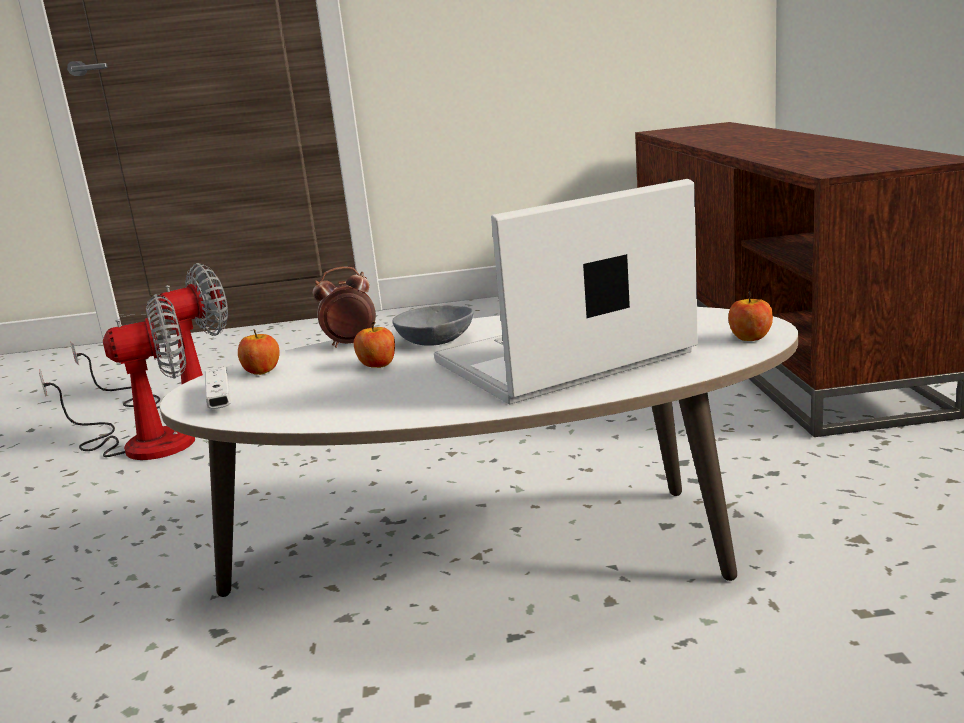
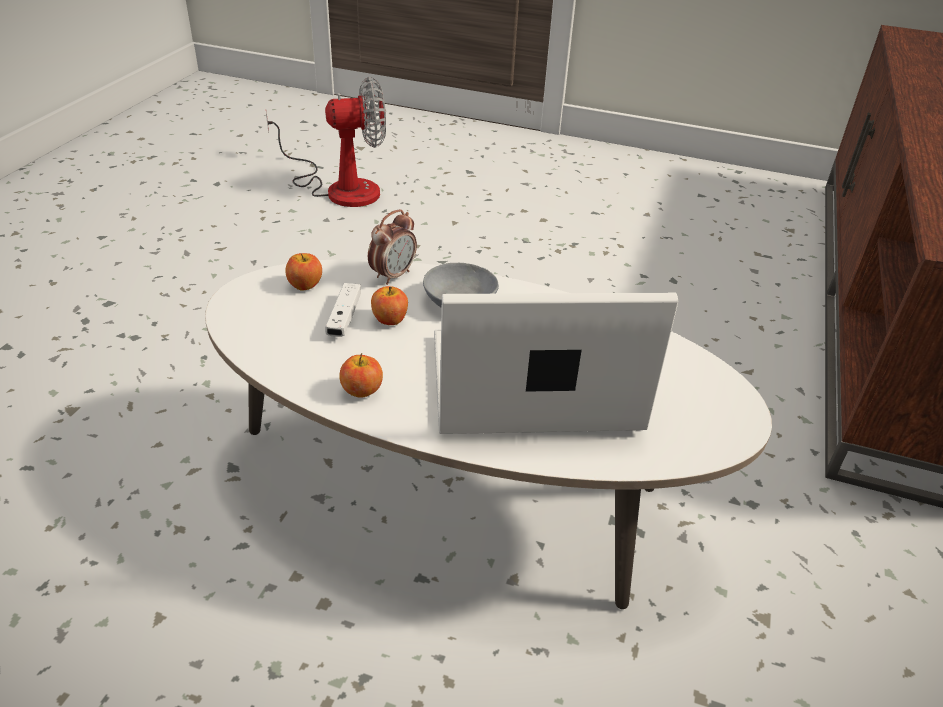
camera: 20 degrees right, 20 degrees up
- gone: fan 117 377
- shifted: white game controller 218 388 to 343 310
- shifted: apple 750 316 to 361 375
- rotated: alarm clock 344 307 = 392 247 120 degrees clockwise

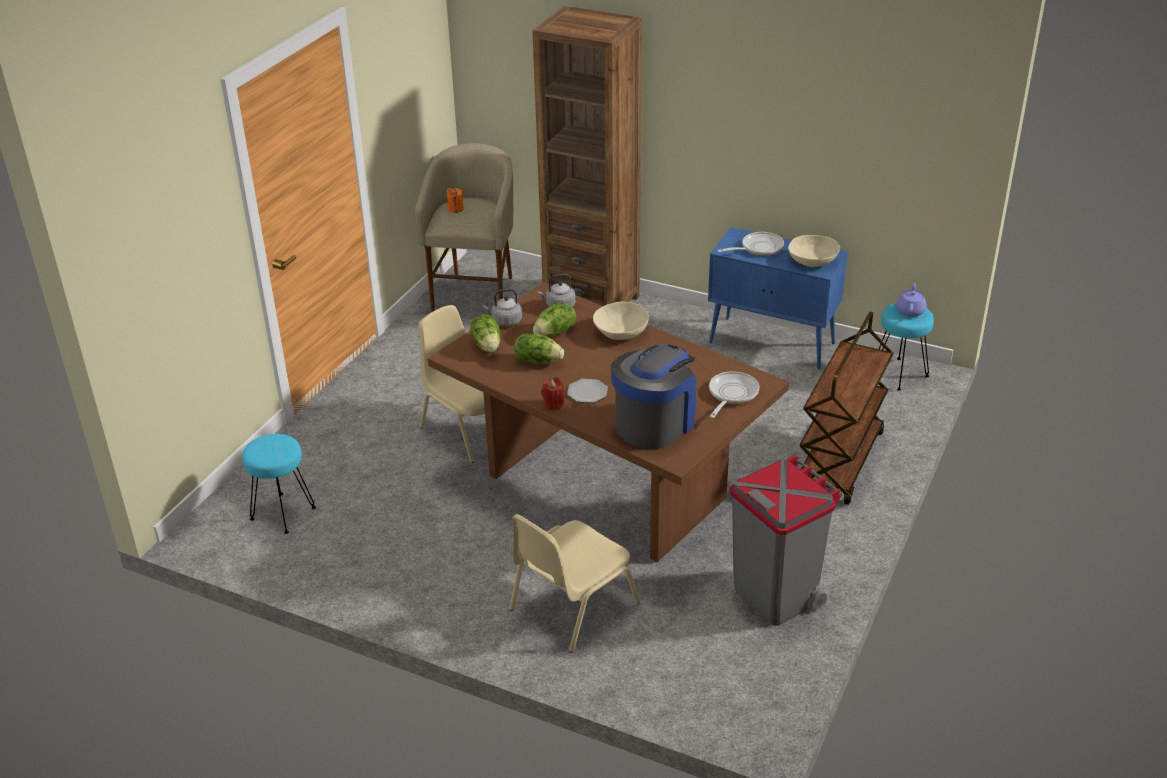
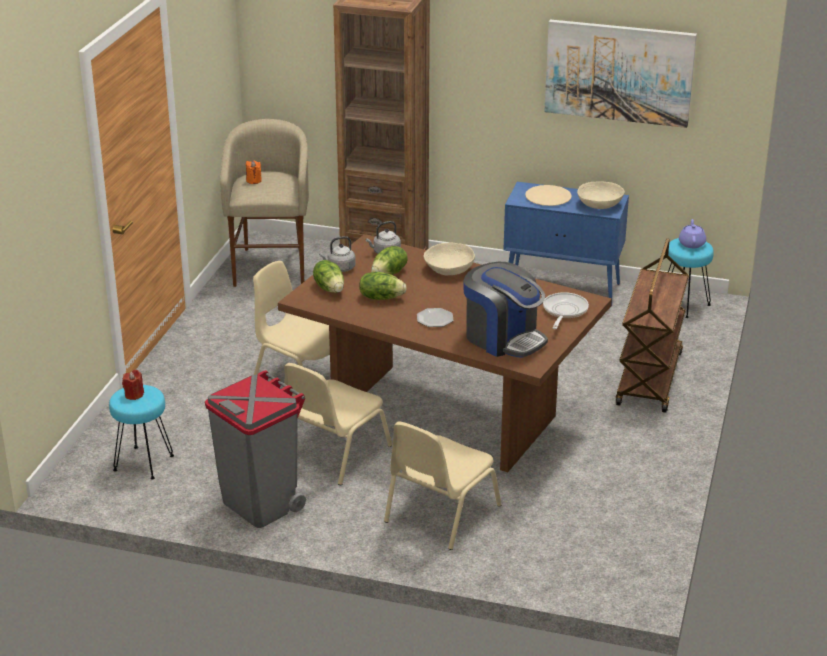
camera: 10 degrees left, 5 degrees down
- new: beige chair 338 424
- new: picture 620 73
- shifted: red candle 552 394 to 133 385
- shifted: grey trash can 786 540 to 255 449
- swapped: frying pan 750 244 to beige plate 548 195
- rotated: coffee machine 654 396 = 505 310 105 degrees clockwise

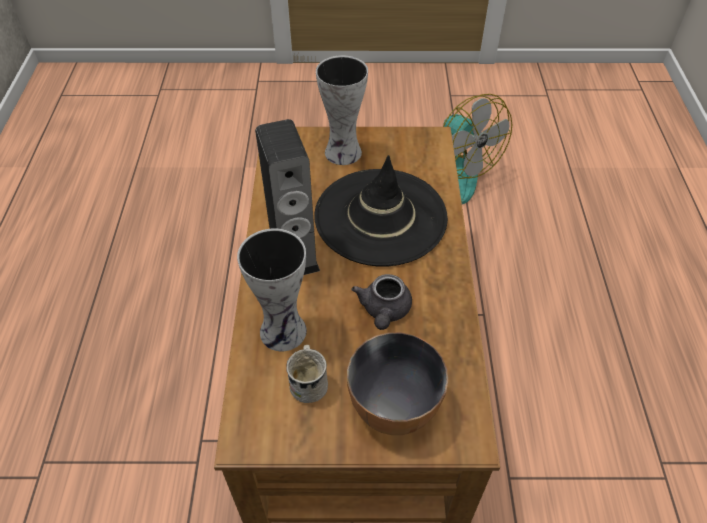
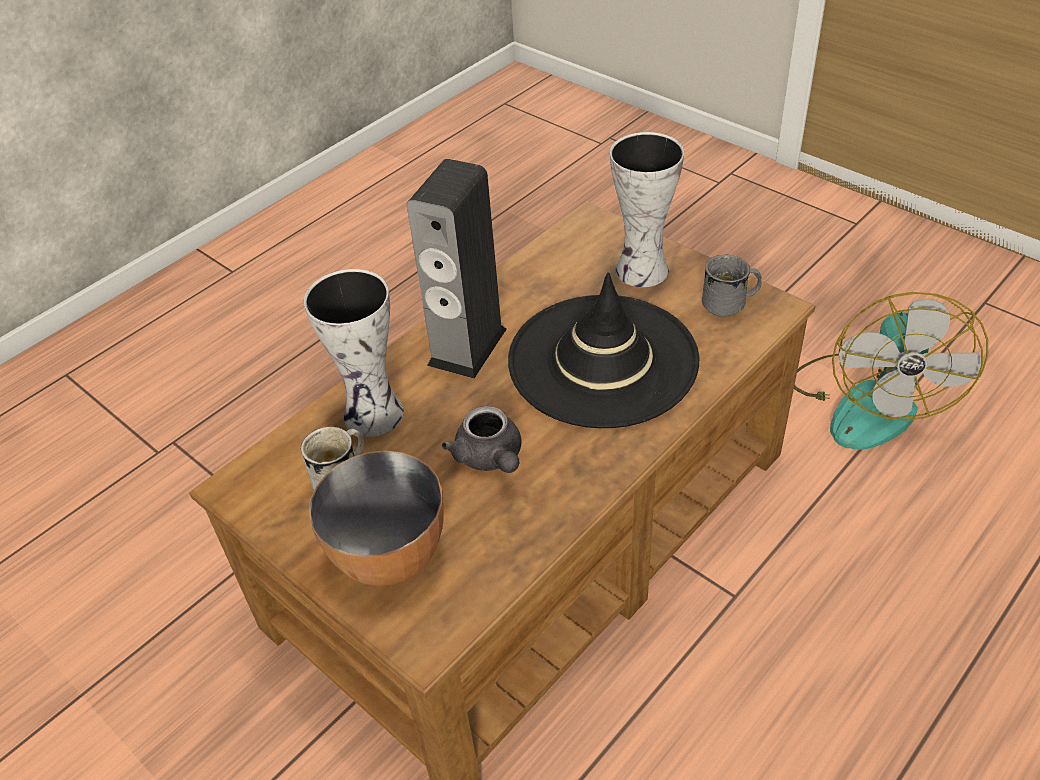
camera: 45 degrees right, 5 degrees down
- new: grey mug 732 285
- rotated: grey teapot 382 302 = 481 439 75 degrees counterclockwise

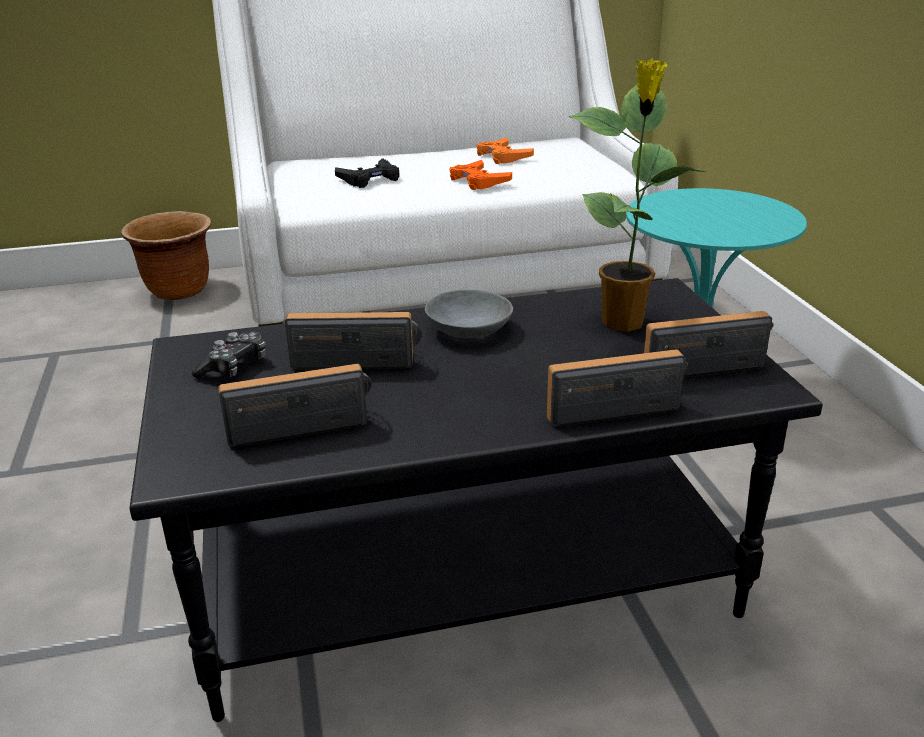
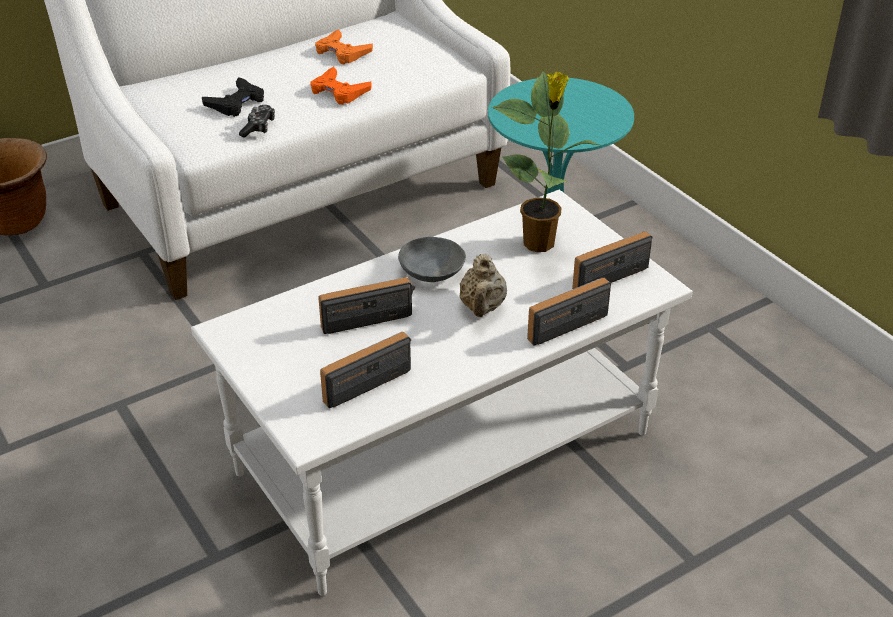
camera: 20 degrees left, 10 degrees up
- new: beige teapot 483 285
- shifted: game controller 229 355 to 257 121
- repainted: black coffee table 476 500 to white coffee table 442 393

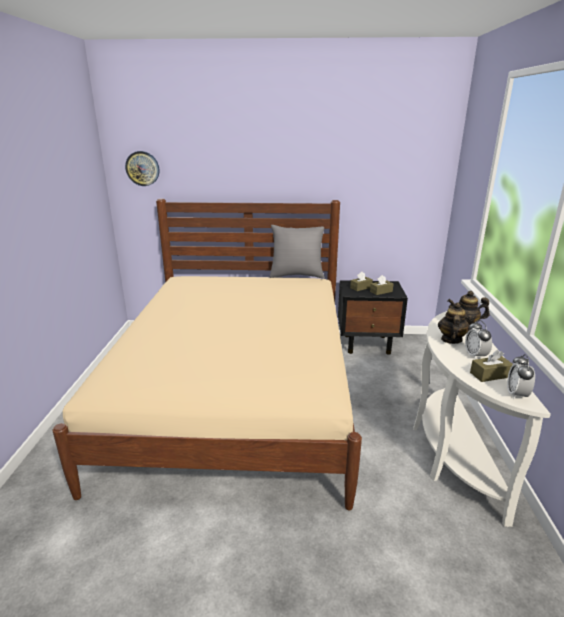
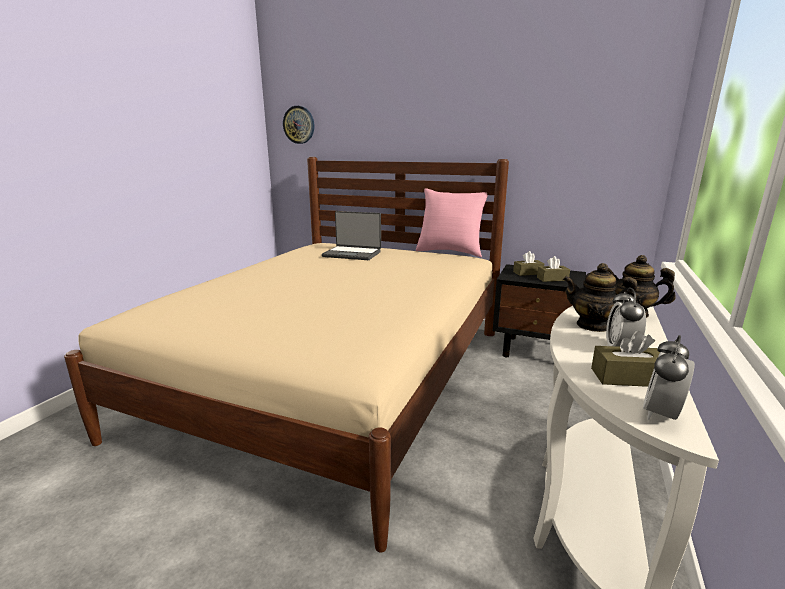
camera: 20 degrees right, 5 degrees down
- new: laptop 351 235
- repainted: grey pillow 297 252 to pink pillow 452 222
- rotated: teapot 454 323 = 600 297 105 degrees counterclockwise

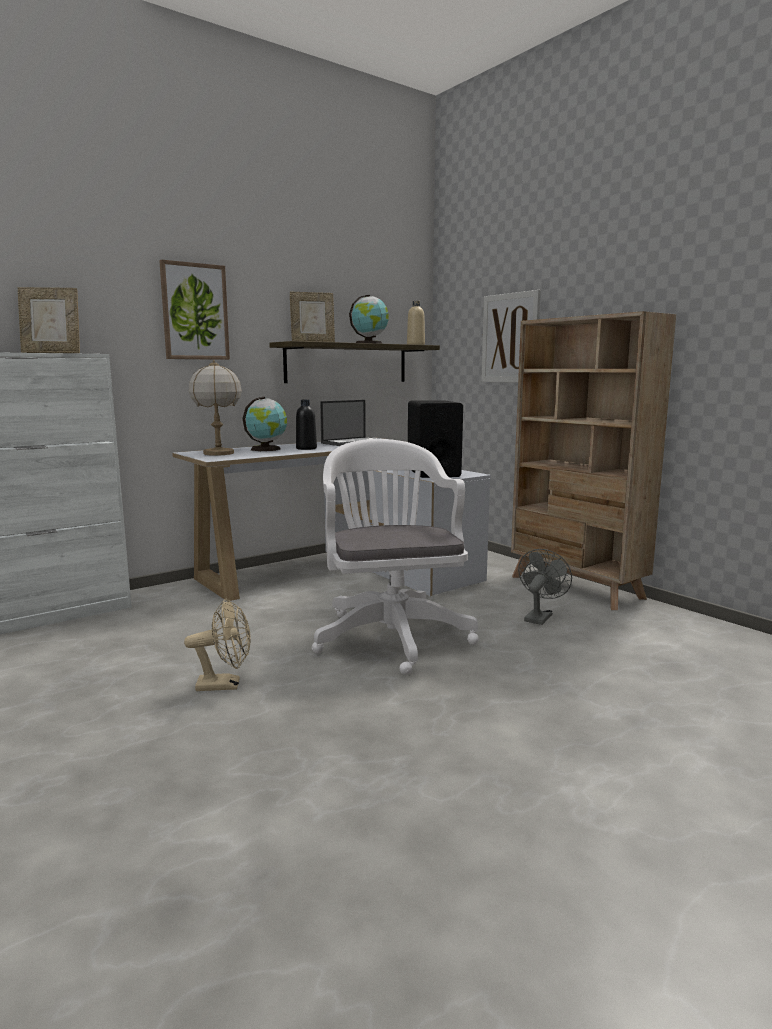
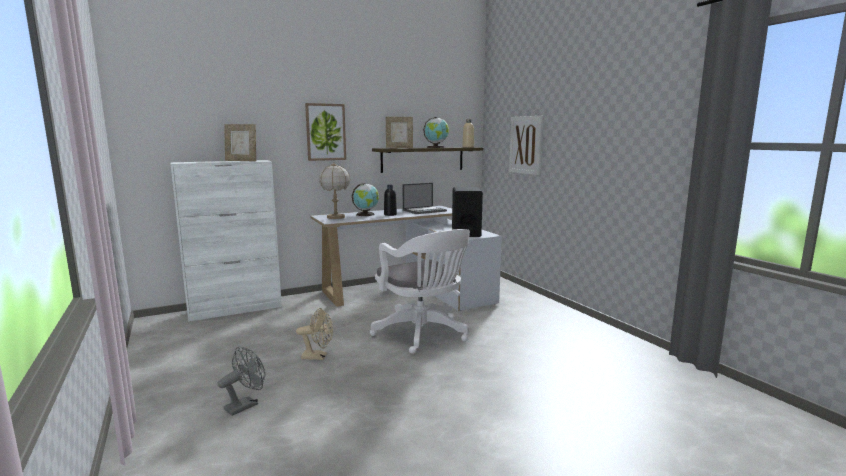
camera: 10 degrees right, 0 degrees up
- gone: beige bookcase 593 460
- shifted: grey fan 545 587 to 241 381
- rotated: white office chair 395 557 = 420 291 150 degrees clockwise

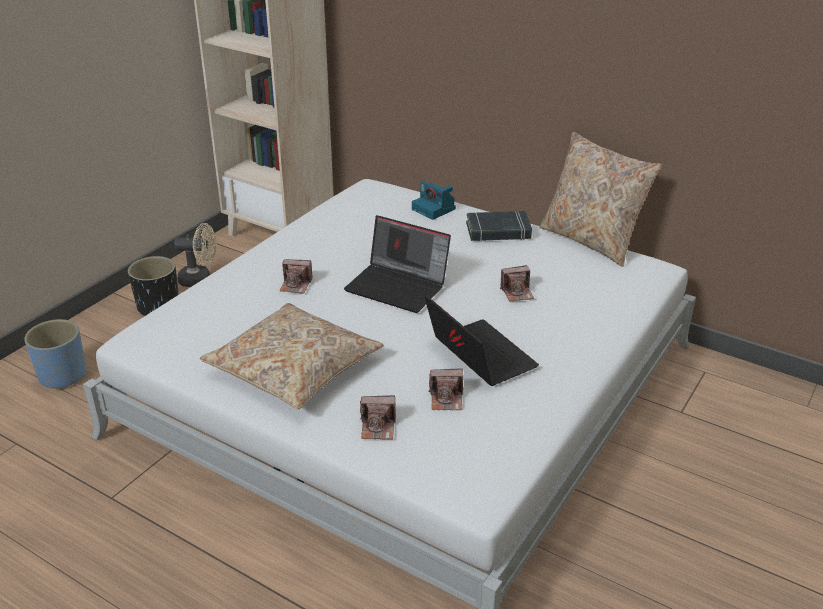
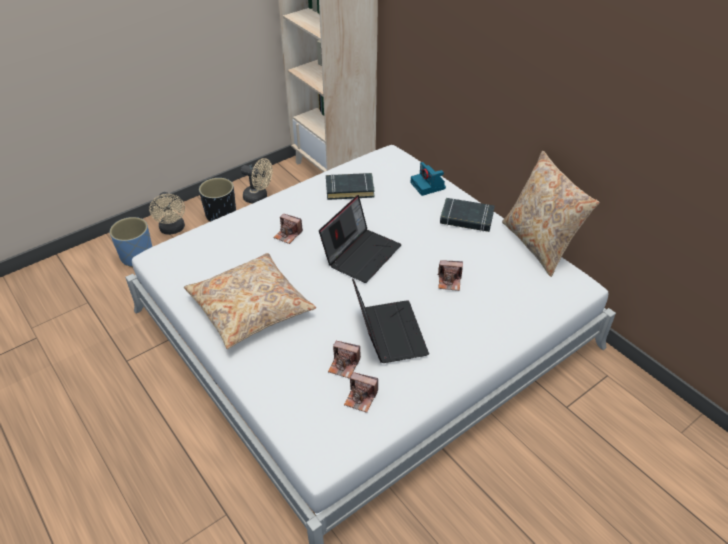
camera: 20 degrees right, 10 degrees up
- new: beige fan 167 213
- new: black book 350 186
- shifted: photo camera 378 417 to 361 392
- rotated: laptop 397 264 = 360 239 105 degrees counterclockwise

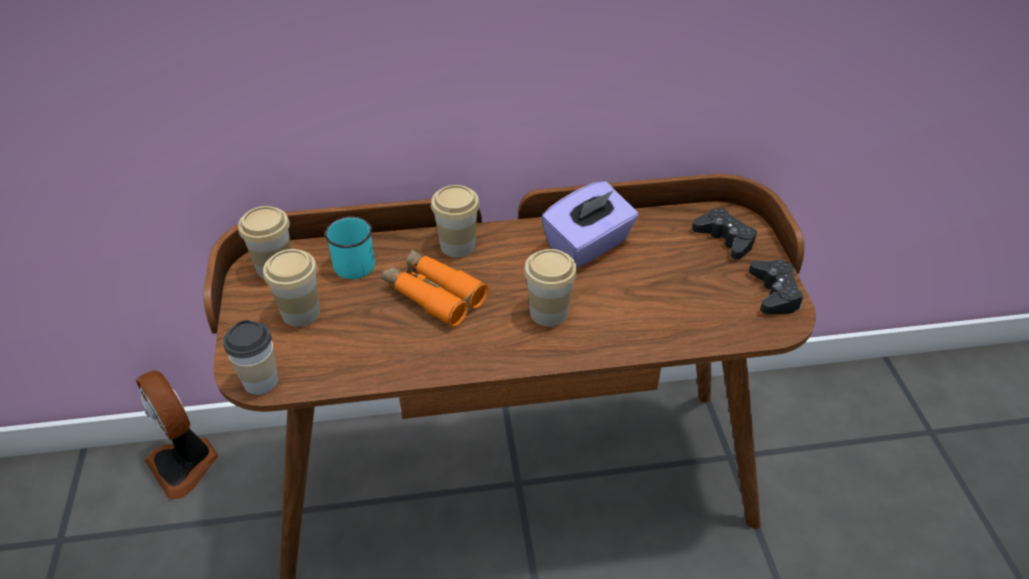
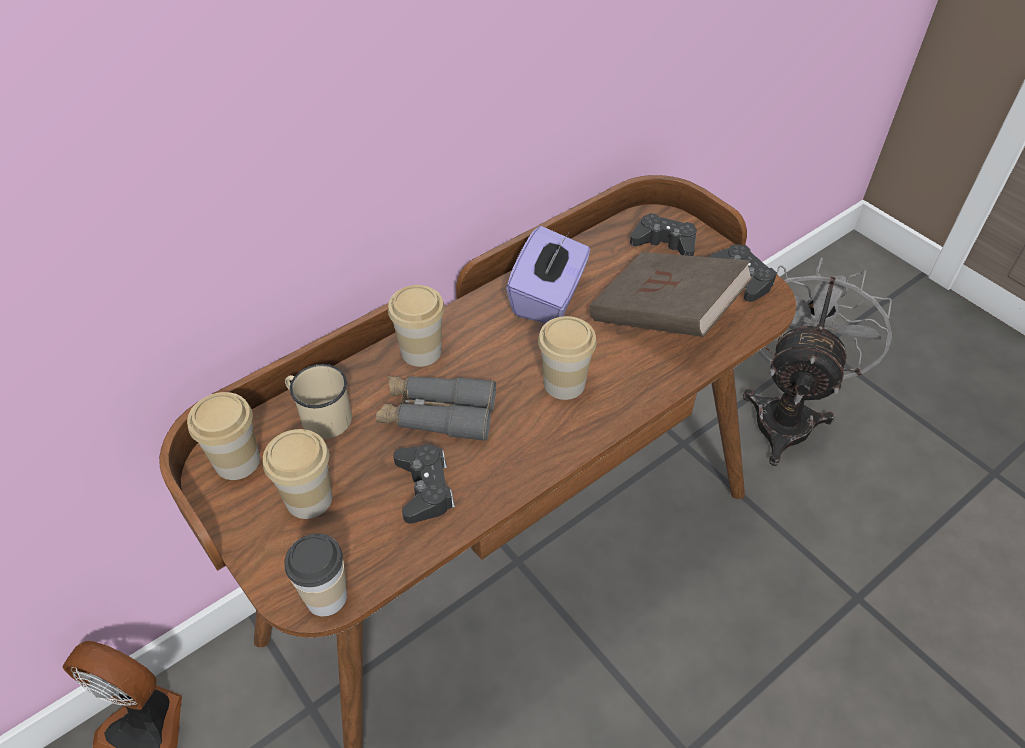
camera: 30 degrees left, 5 degrees up
- new: black game controller 424 484
- new: brown book 671 294
- new: grey fan 817 361
- repainted: turquoise mug 350 248 to beige mug 318 401
- repainted: orange binoculars 435 288 to grey binoculars 436 409

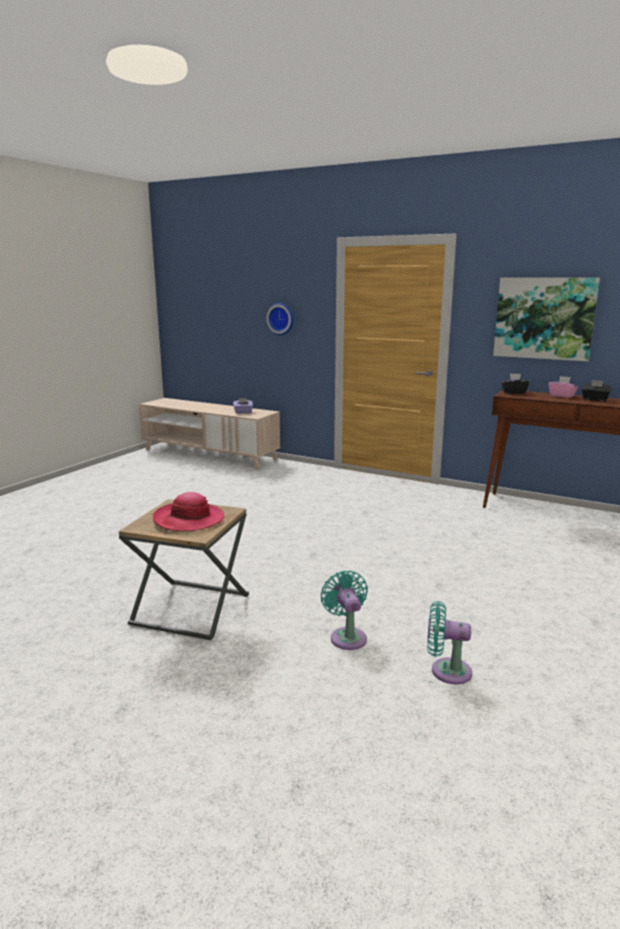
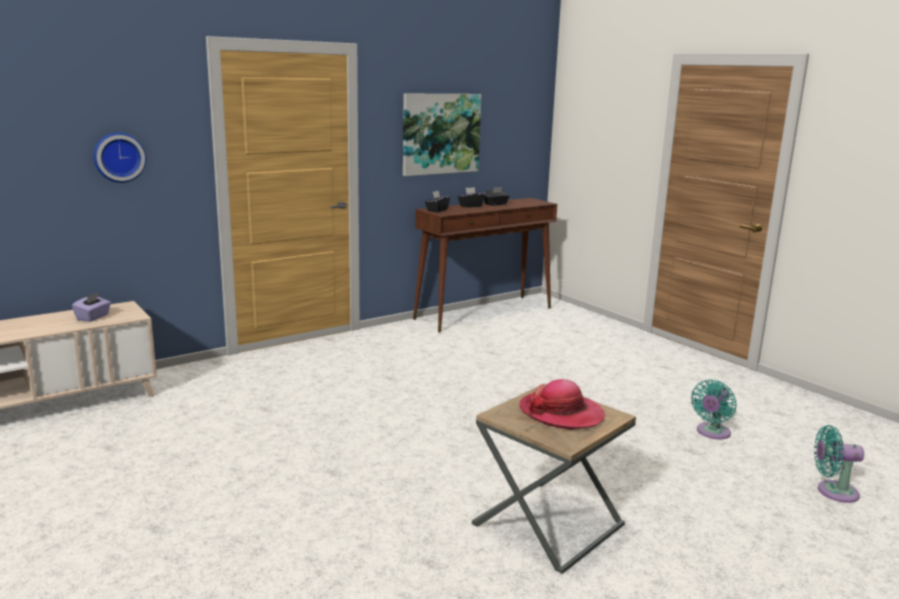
camera: 65 degrees left, 0 degrees up
- shifted: turquoise fan 344 610 to 839 464
- repainted: pink tissue box 563 387 to black tissue box 471 197

